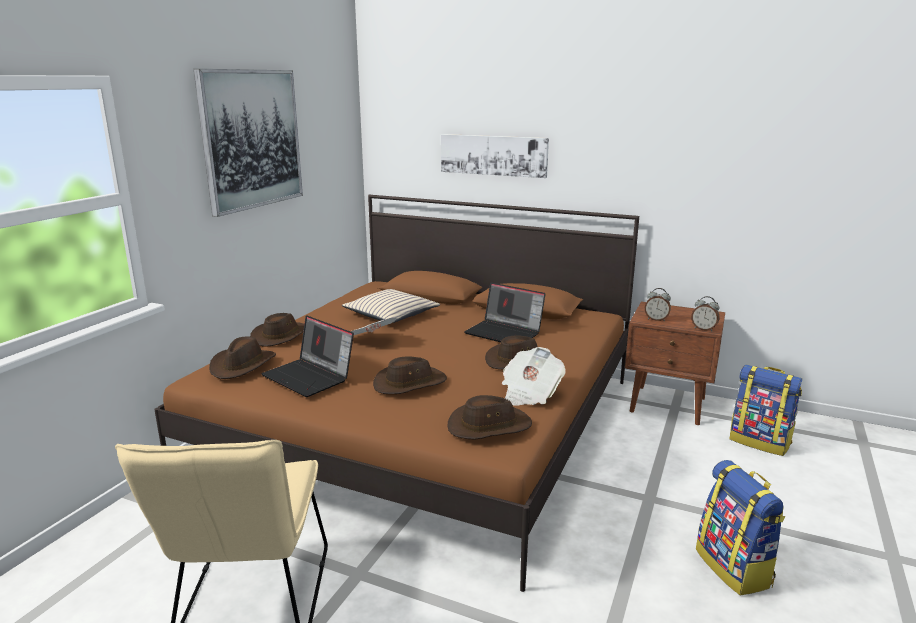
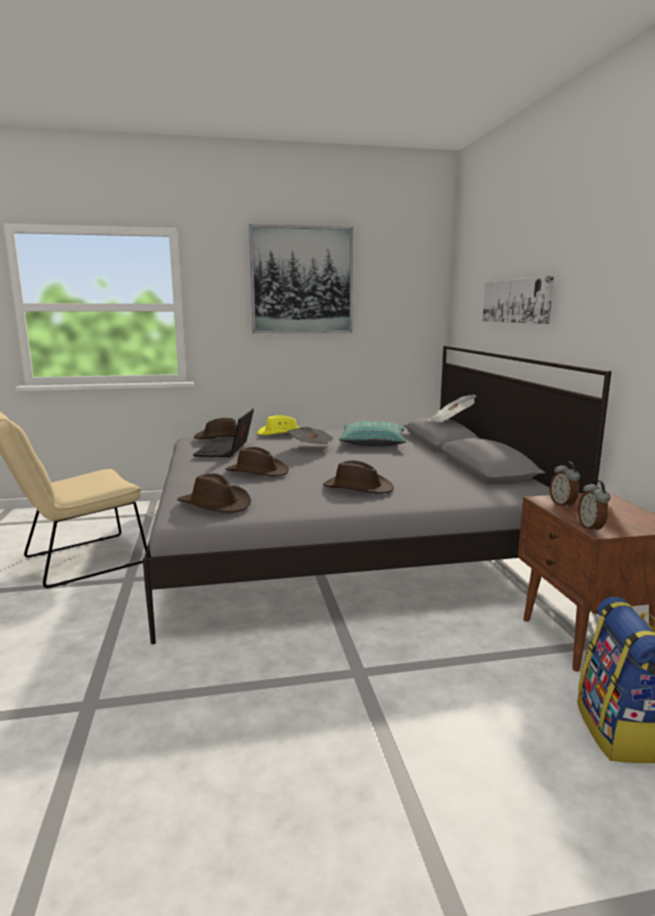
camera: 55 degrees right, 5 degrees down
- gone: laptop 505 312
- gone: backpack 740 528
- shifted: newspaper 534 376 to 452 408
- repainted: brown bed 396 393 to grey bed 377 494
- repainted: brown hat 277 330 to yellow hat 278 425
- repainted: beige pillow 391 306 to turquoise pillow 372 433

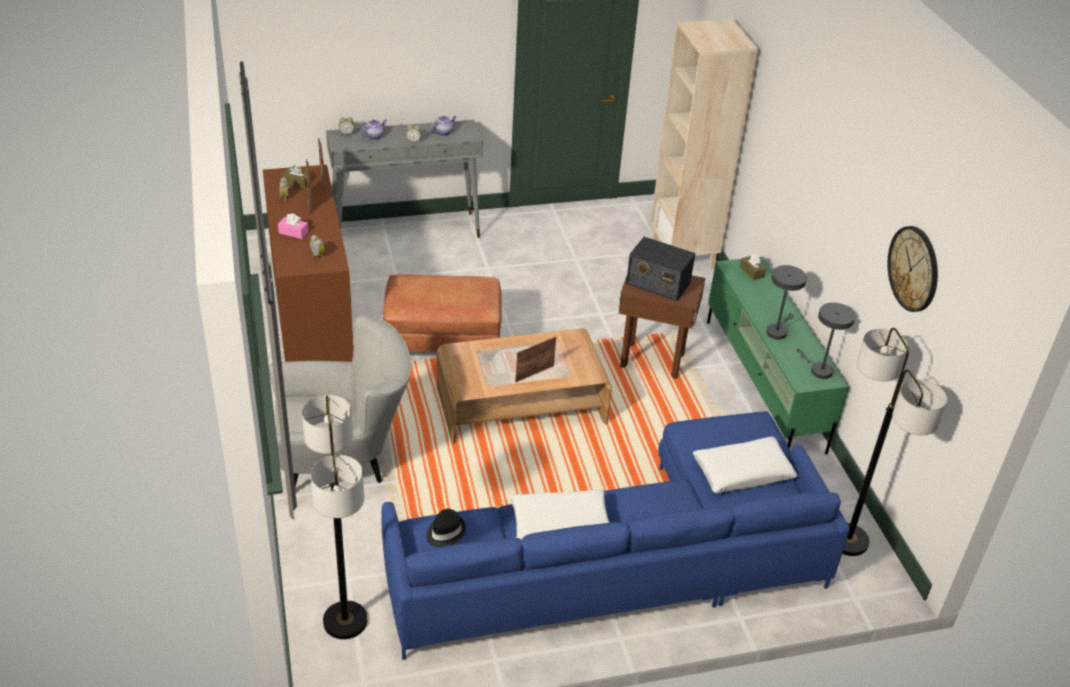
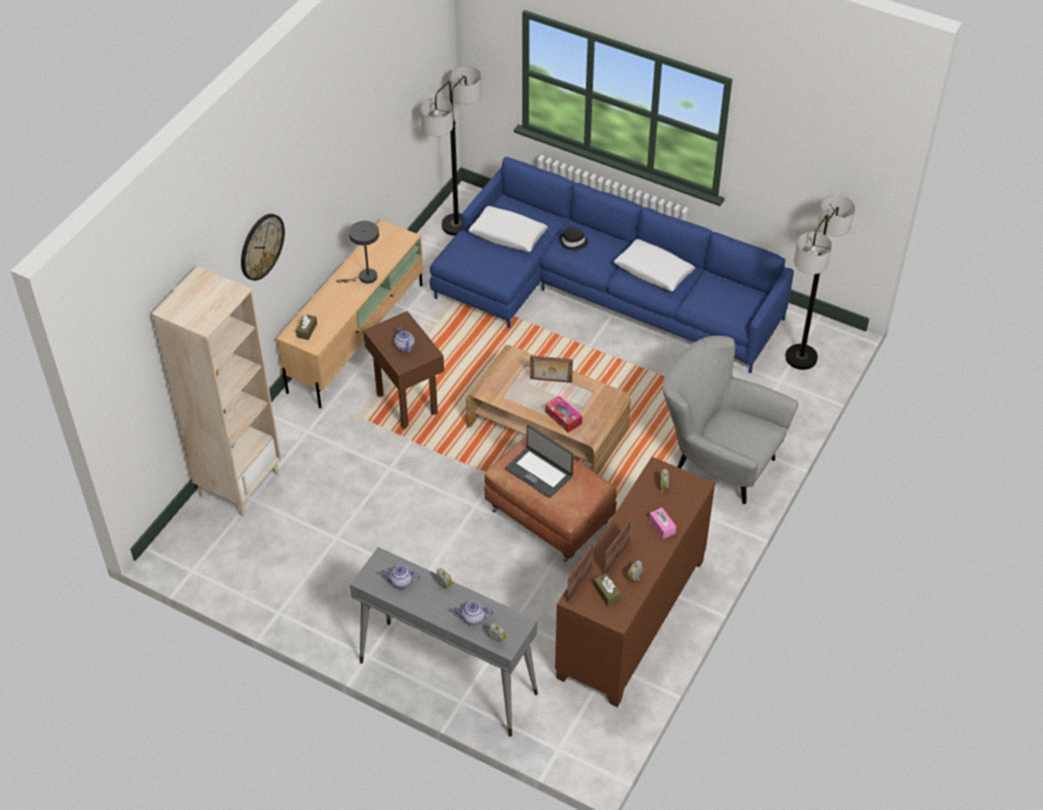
camera: 135 degrees left, 10 degrees up
- gone: grey table lamp 826 341
- new: laptop 539 461
- new: tissue box 563 414
- shifted: black hat 446 528 to 574 238
- shifted: wall clock 913 269 to 263 247
- swapped: radio 660 269 to teapot 404 339
- repainted: green tv stand 778 355 to beige tv stand 349 314

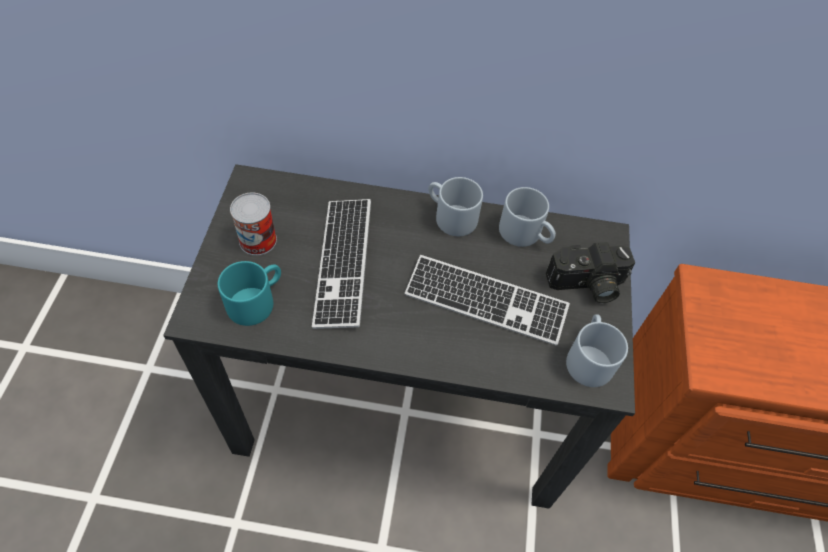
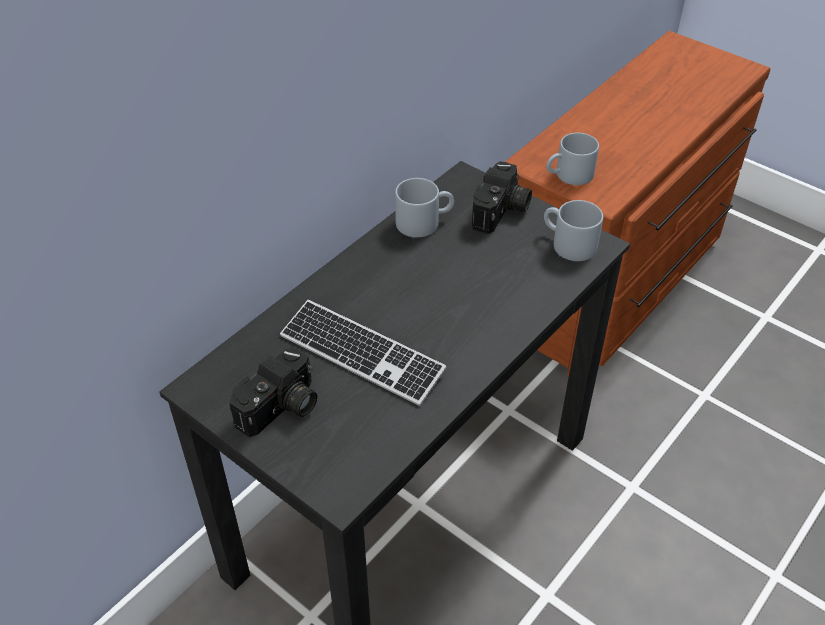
camera: 55 degrees left, 10 degrees down
- gone: turquoise mug 249 293
- gone: keyboard 487 300
- shifted: grey mug 455 206 to 572 159
- swapped: can 253 224 to photo camera 273 392

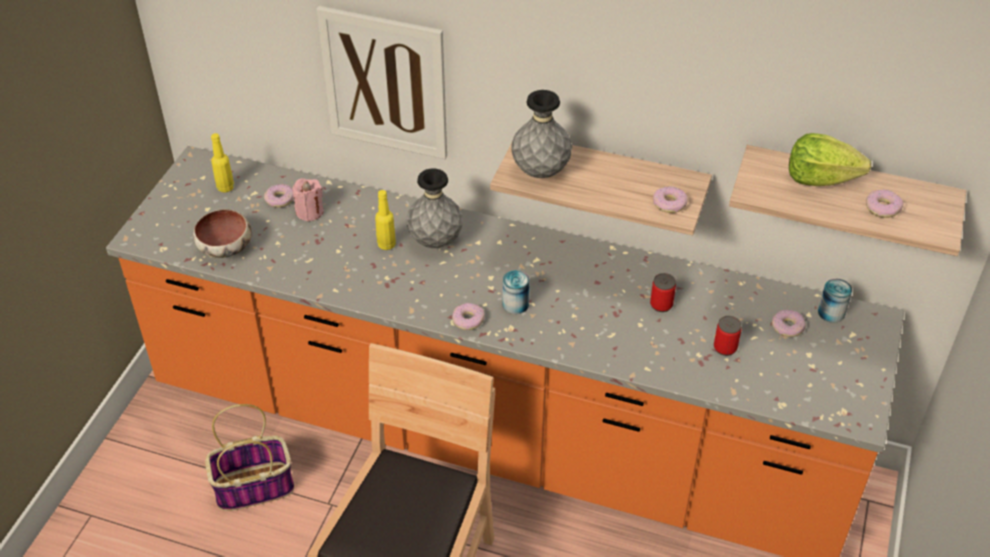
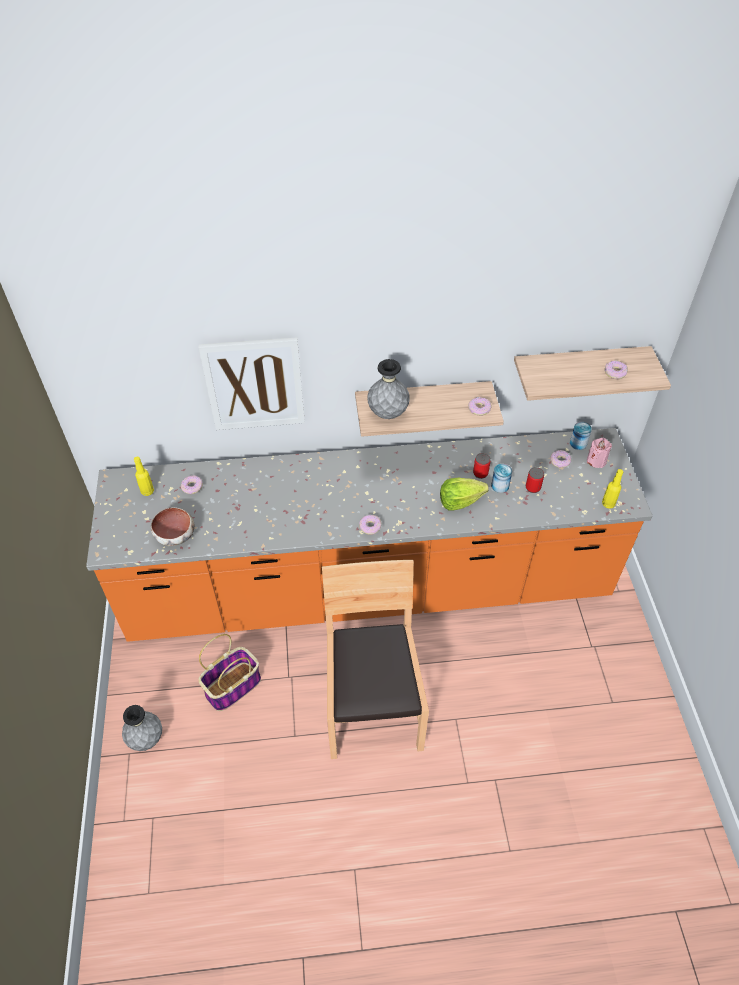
camera: 25 degrees left, 5 degrees up
- shifted: pink candle 307 200 to 599 453
- shifted: yellow bottle 385 220 to 612 489
- shifted: grey vase 434 208 to 142 728
- shifted: can 516 292 to 501 478
- shifted: lettuce 830 159 to 464 494

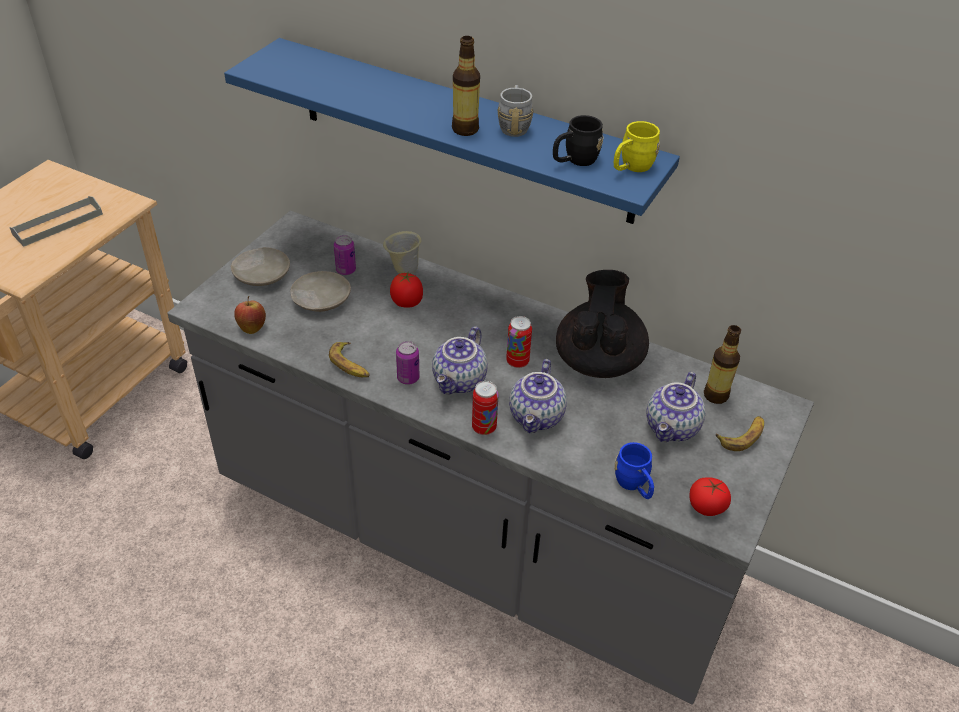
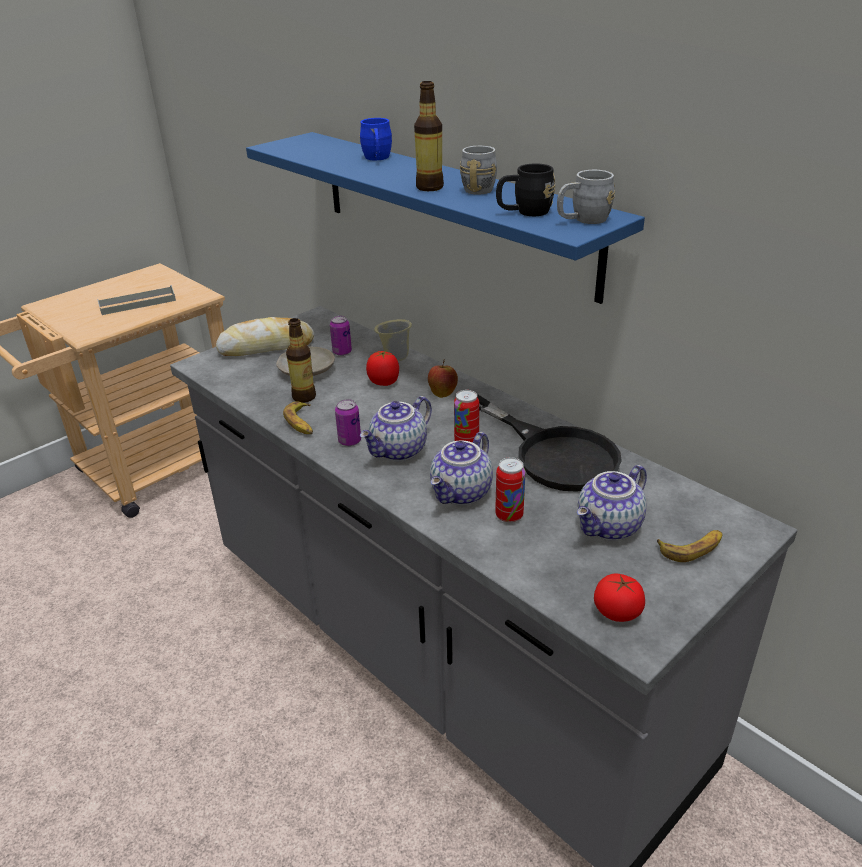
camera: 20 degrees right, 10 degrees down
- shifted: apple 250 315 to 443 378
- shifted: can 485 408 to 510 490
- shifted: blue mug 634 470 to 376 139
- shifted: bottle 722 364 to 301 360
- swapped: beige plate 260 266 to bread 265 336
- swapped: black teapot 602 324 to black frying pan 549 443
- repainted: yellow mug 637 146 to grey mug 586 197

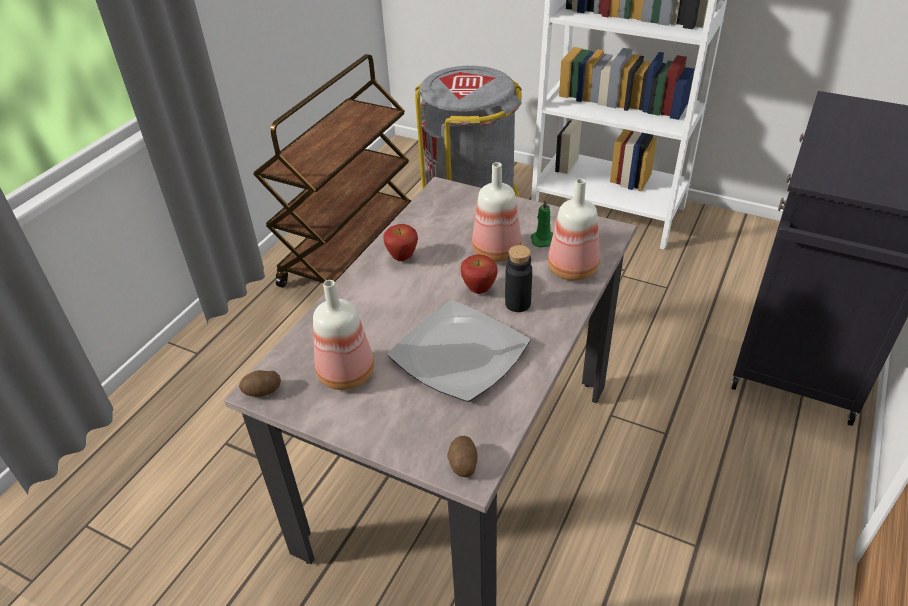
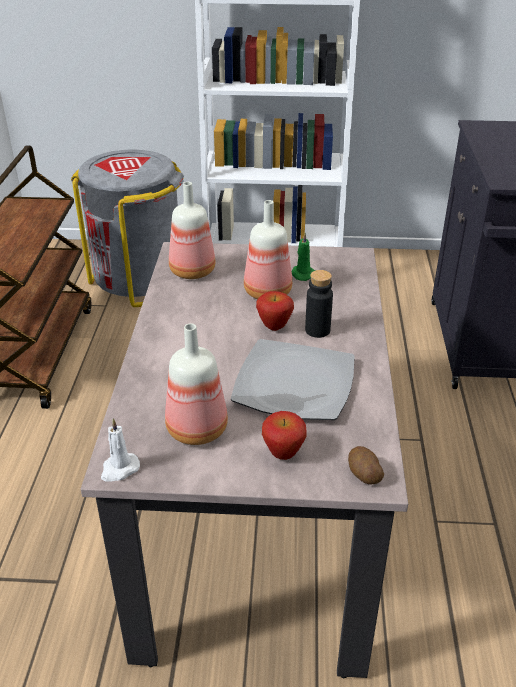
camera: 25 degrees left, 5 degrees down
- shifted: apple 400 242 to 284 435
- shifted: bottle 574 230 to 192 230
- swapped: potato 260 383 to white candle 120 450

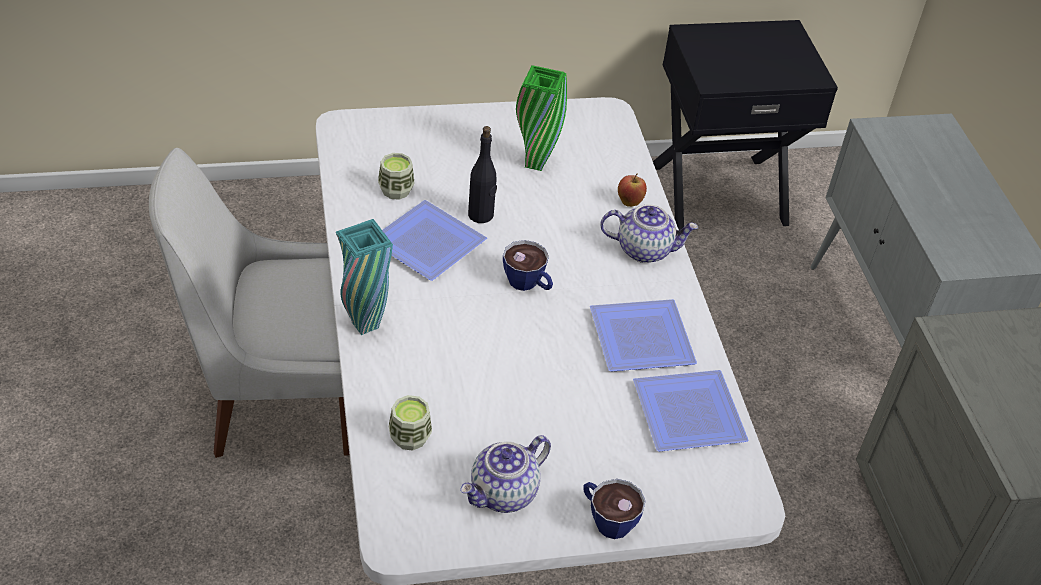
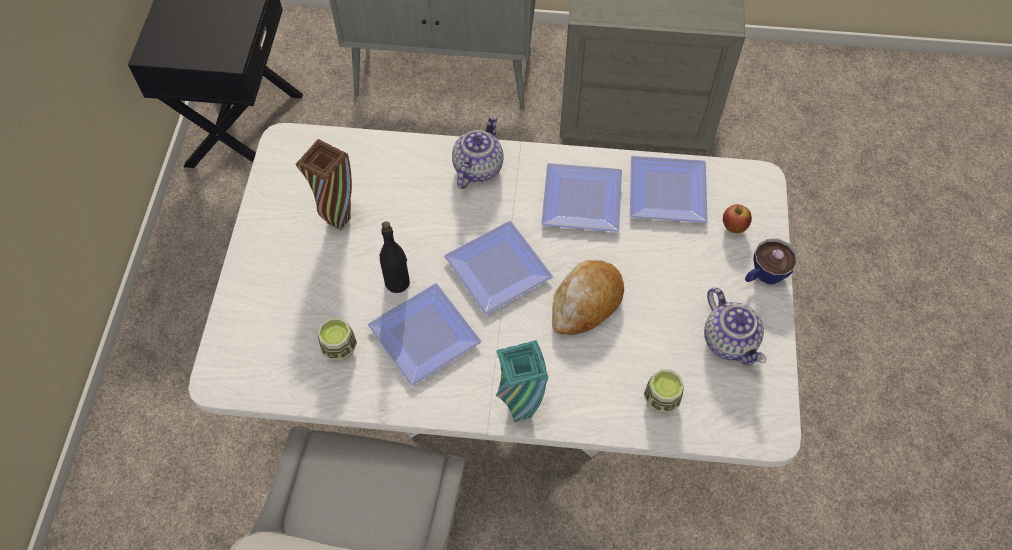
camera: 70 degrees left, 15 degrees up
- new: bread 588 297
- shifted: apple 632 190 to 737 218
- swapped: cup 528 265 to plate 498 267
- repainted: green vase 541 118 to brown vase 324 184

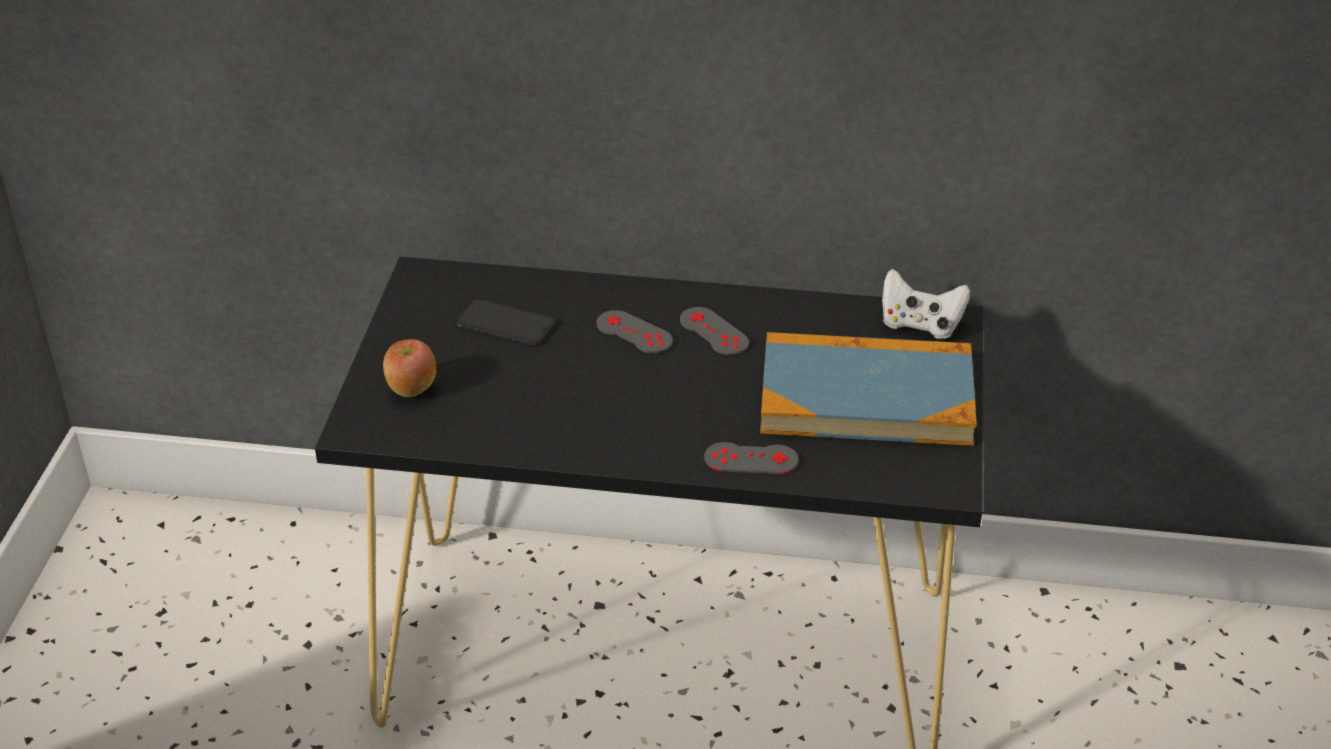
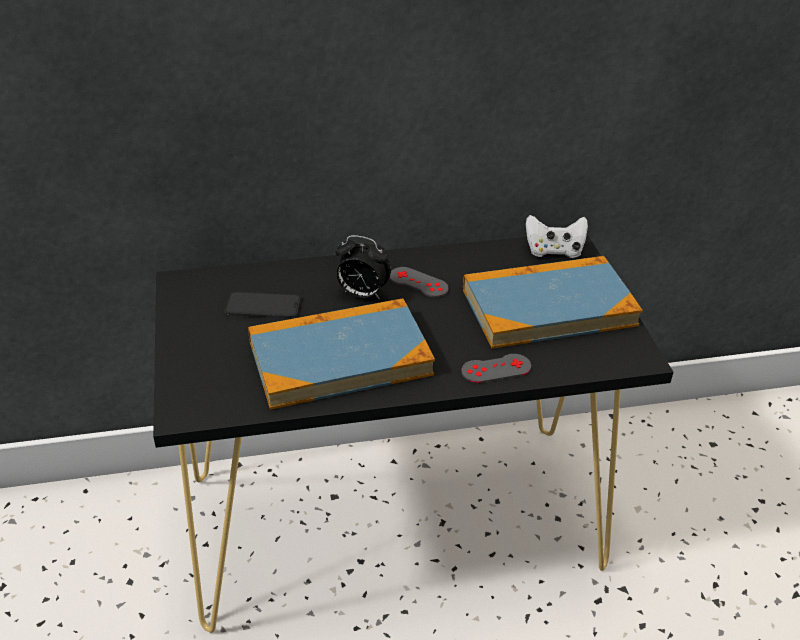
camera: 20 degrees left, 0 degrees up
- gone: apple 409 368
- new: book 341 354
- swapped: grey game controller 634 332 to alarm clock 363 267

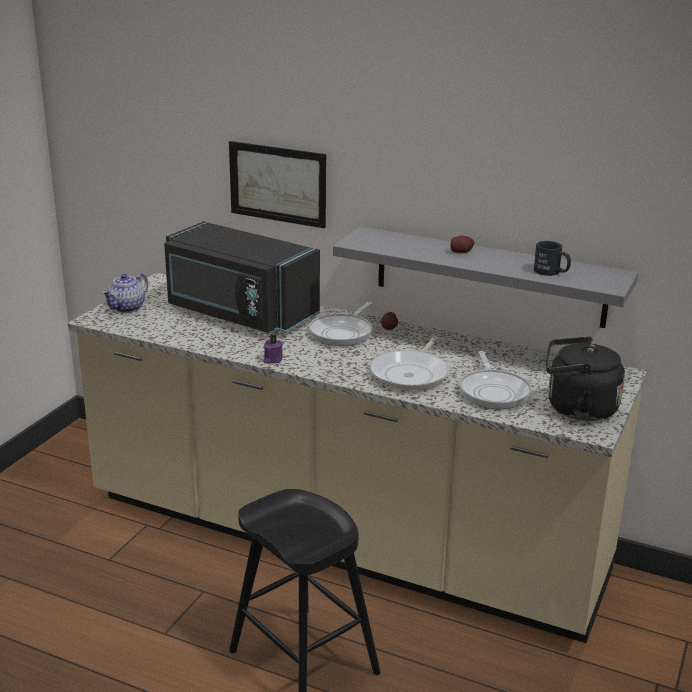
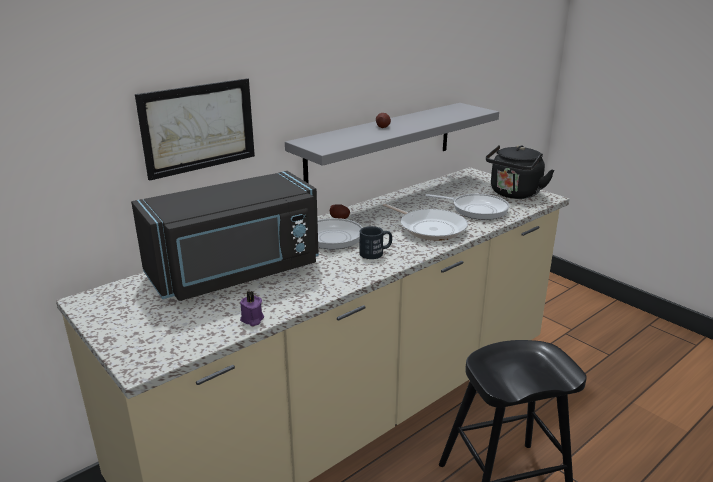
camera: 65 degrees left, 0 degrees up
- gone: teapot 125 293
- shifted: purple candle 273 349 to 252 308
- shifted: black mug 552 258 to 376 242

